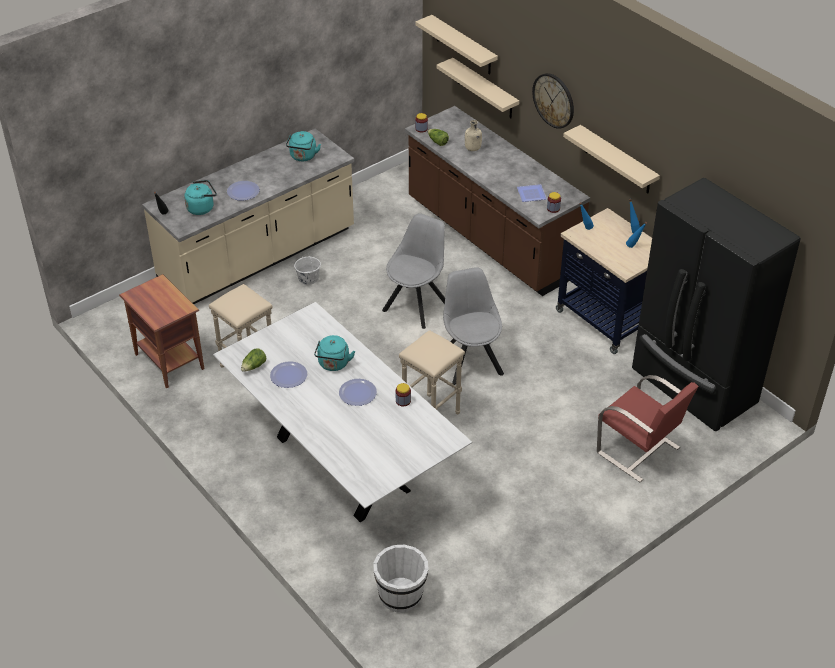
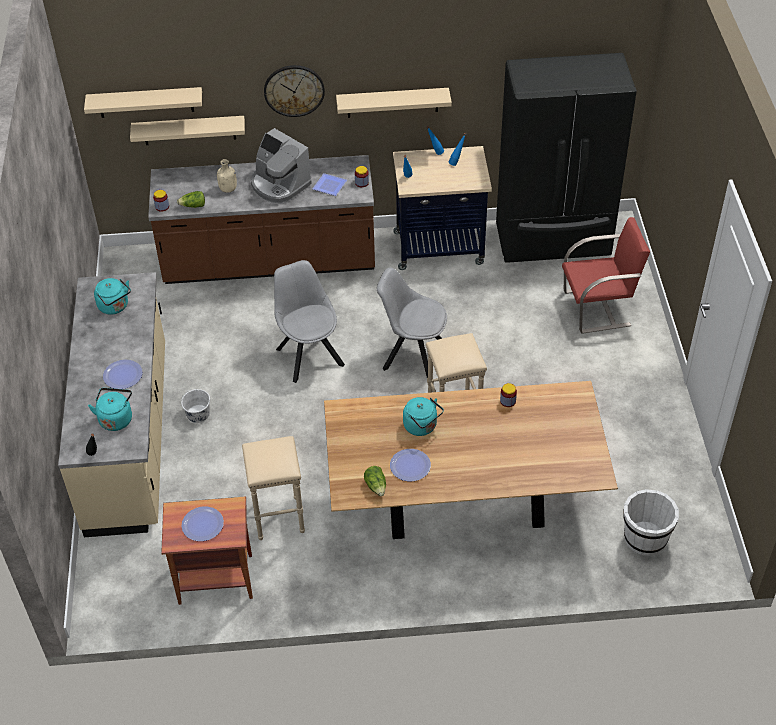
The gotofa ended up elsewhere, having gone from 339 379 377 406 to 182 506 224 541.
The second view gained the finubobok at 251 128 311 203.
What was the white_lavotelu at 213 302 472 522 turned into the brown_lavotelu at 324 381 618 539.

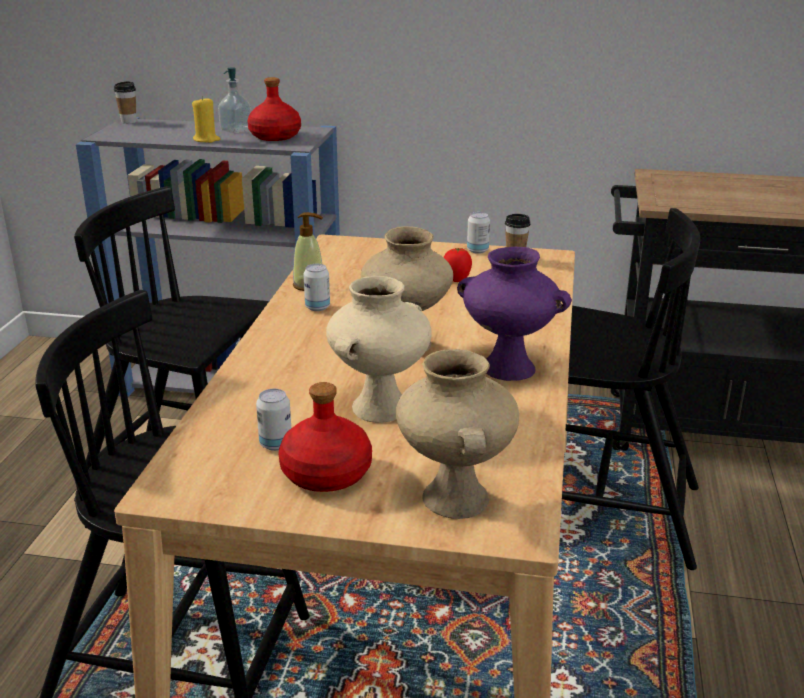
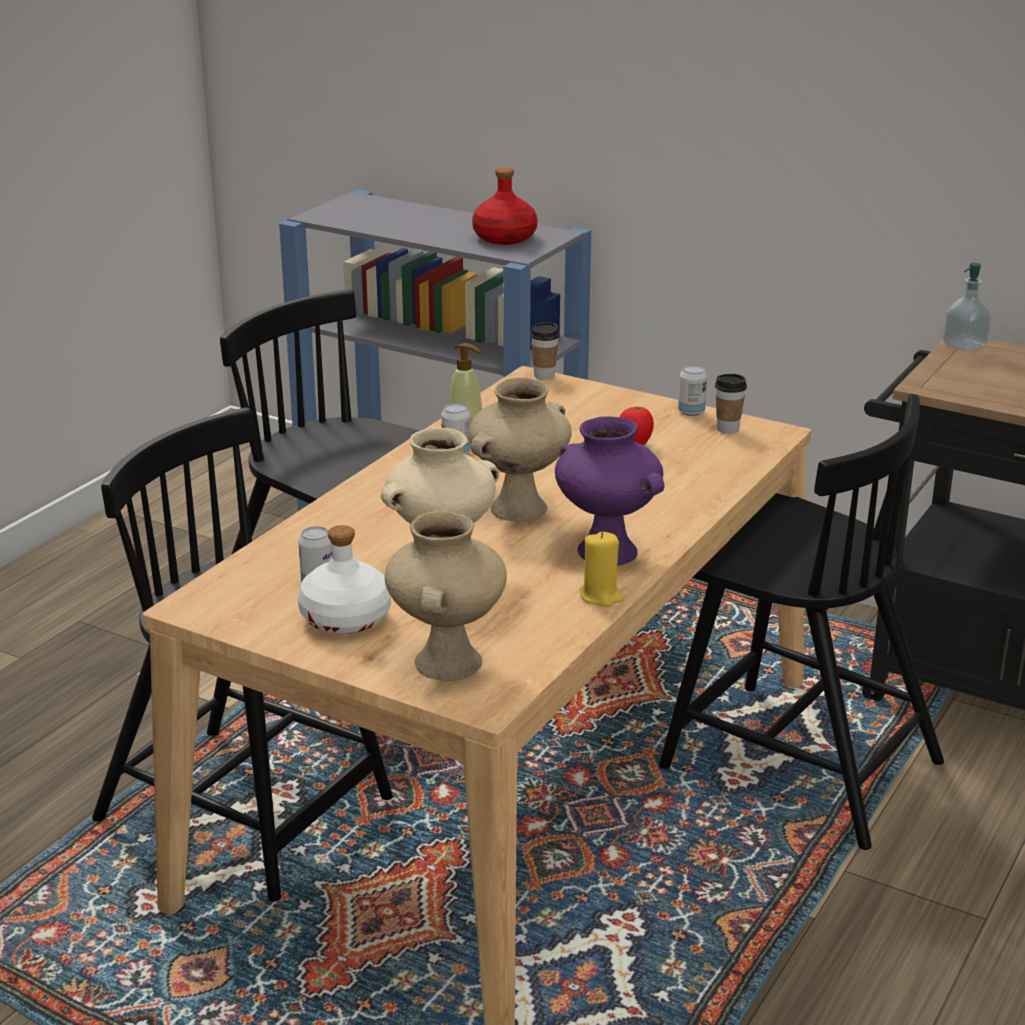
What was the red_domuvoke at 278 382 372 492 turned into the white_domuvoke at 298 525 391 634.
The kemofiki ended up elsewhere, having gone from 114 82 137 124 to 530 322 560 380.
The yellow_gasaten ended up elsewhere, having gone from 192 96 220 143 to 579 531 624 607.
The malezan ended up elsewhere, having gone from 218 67 251 133 to 943 263 992 352.

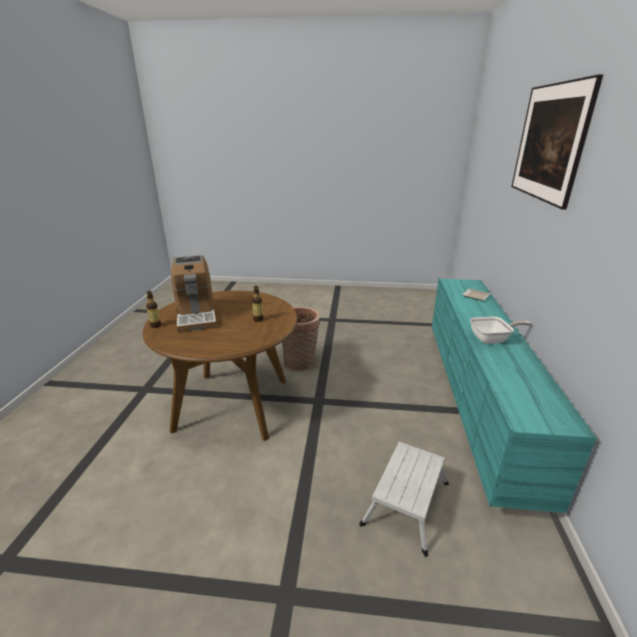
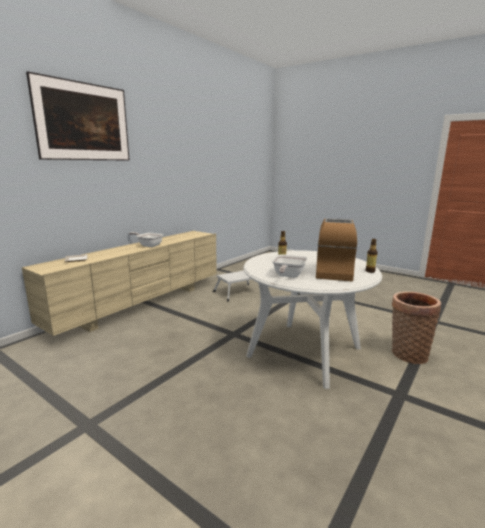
What was the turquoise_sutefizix at 432 277 597 513 turned into the beige_sutefizix at 22 231 217 336.
What was the brown_lavotelu at 143 290 298 441 turned into the white_lavotelu at 243 250 382 389.
The second view gained the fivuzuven at 272 254 308 278.
The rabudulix ended up elsewhere, having gone from 282 307 320 371 to 392 291 441 364.

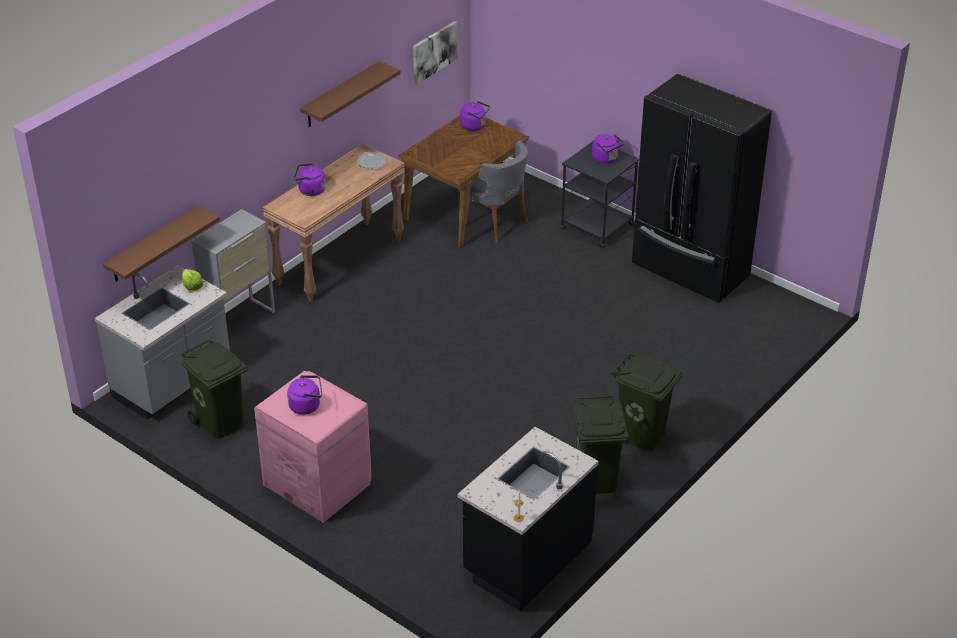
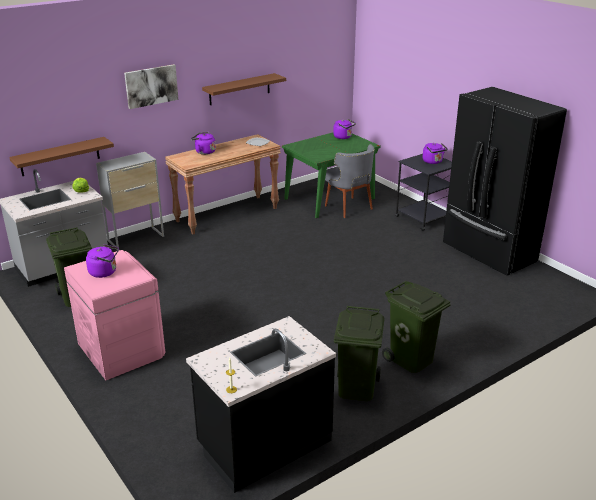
The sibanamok ended up elsewhere, having gone from 413 21 458 84 to 124 64 178 109.
What was the brown_lavotelu at 399 115 529 248 turned into the green_lavotelu at 282 132 381 218.

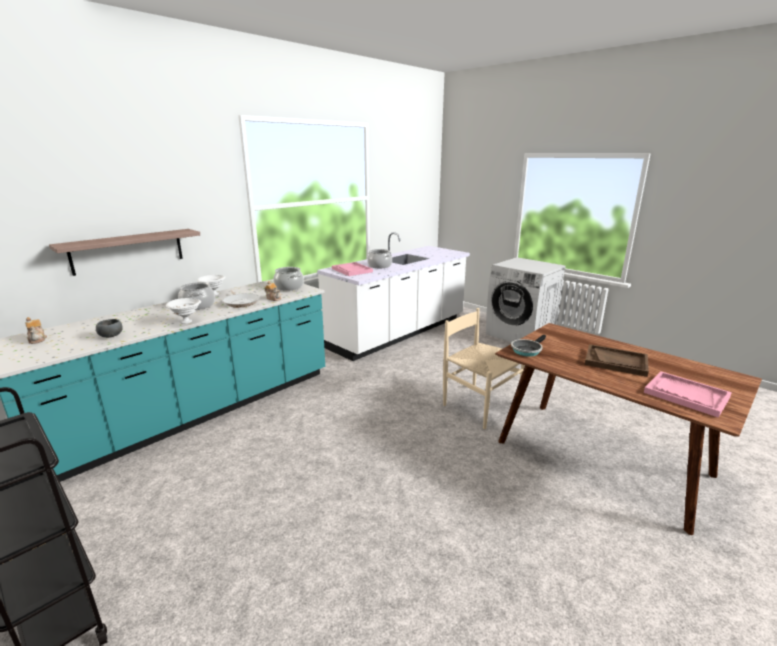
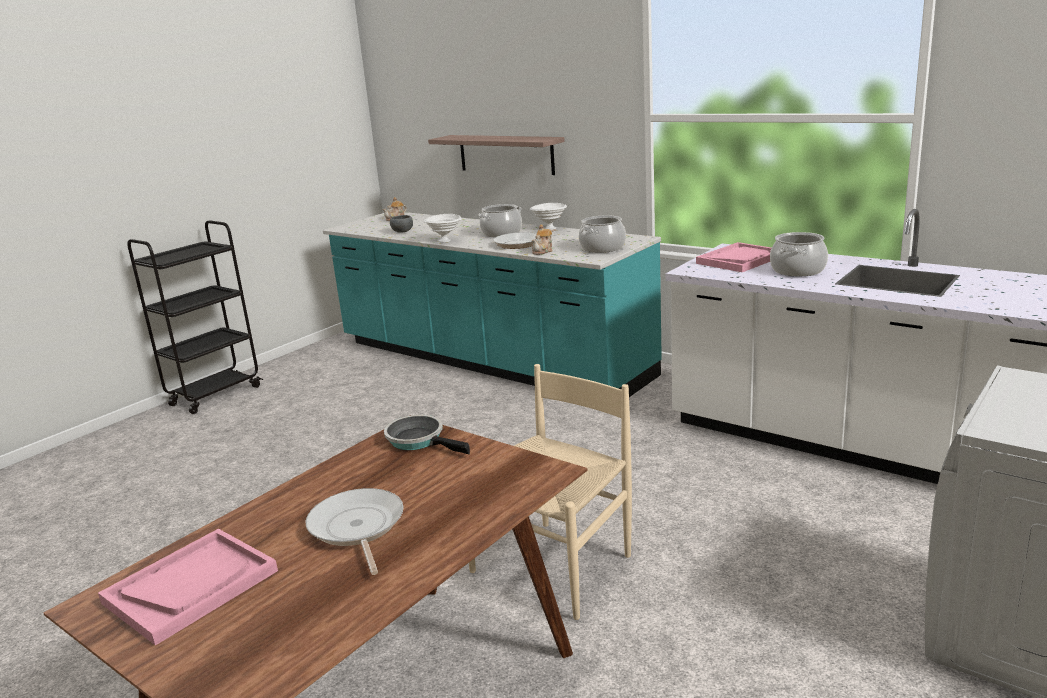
Where the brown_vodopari stood at 585 344 649 377, the fivuzuven came to stand at 306 488 404 575.

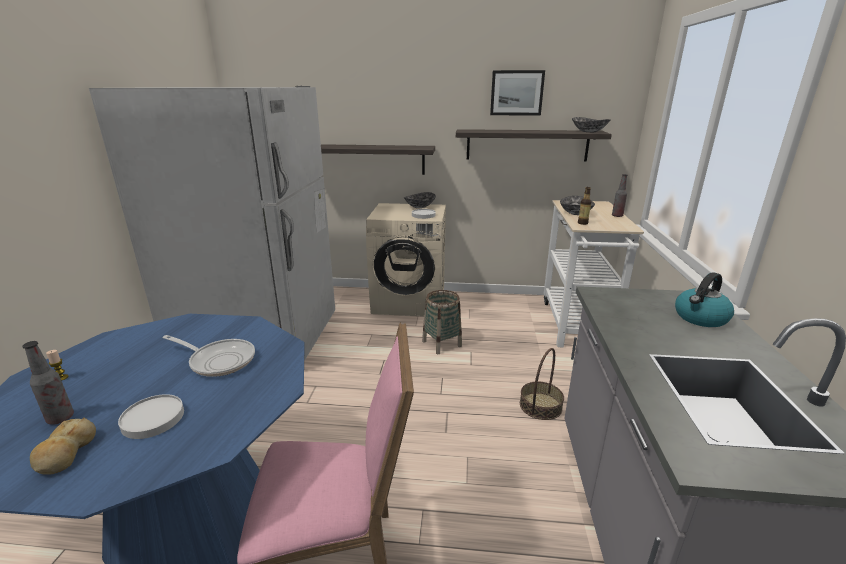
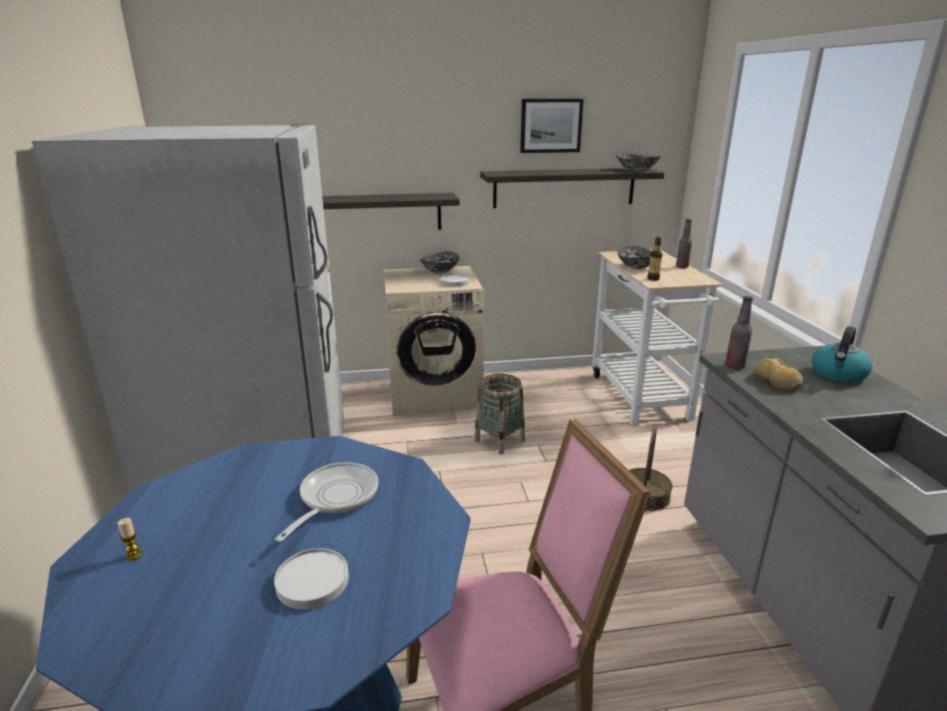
The fivuzuven at 163 335 255 377 ended up facing another way, 75 degrees counterclockwise from before.
The domuvoke ended up elsewhere, having gone from 22 341 74 425 to 725 296 753 369.
The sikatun ended up elsewhere, having gone from 30 417 96 475 to 754 357 803 391.

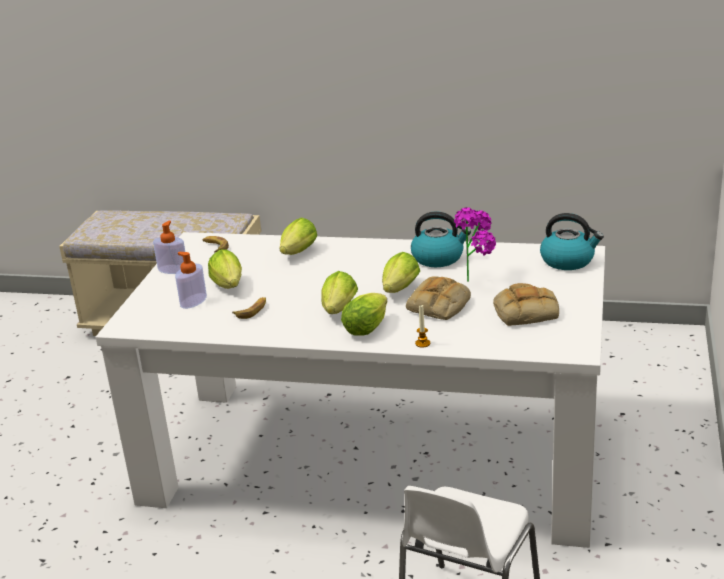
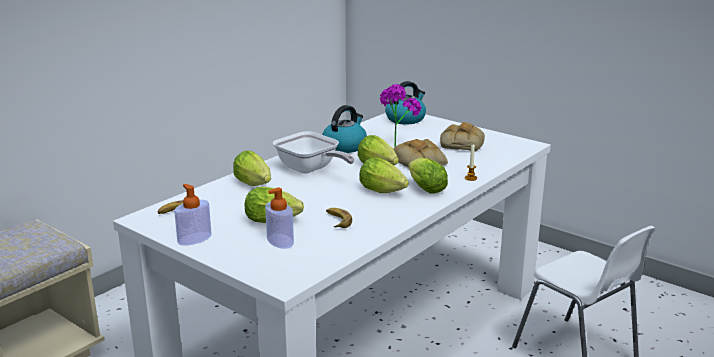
The second view gained the fivuzuven at 273 131 354 174.

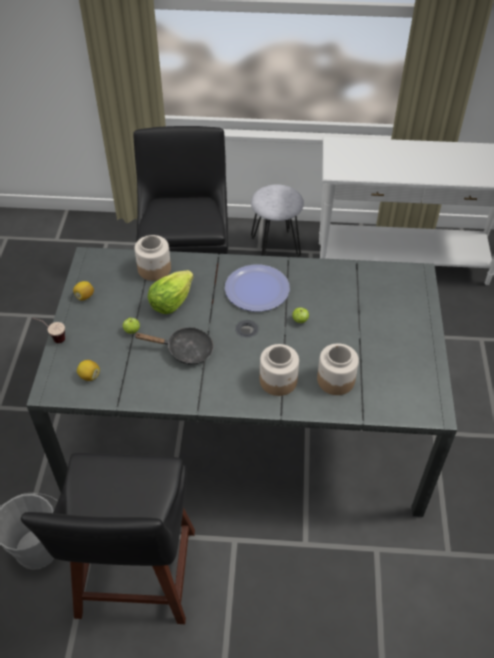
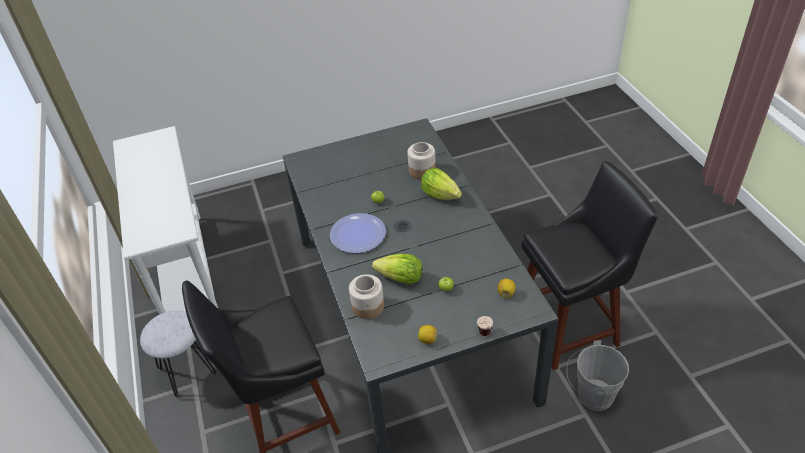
Where the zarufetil stood at 260 344 299 396, the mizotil came to stand at 421 168 462 200.
The second view lost the black_fivuzuven at 135 327 213 365.

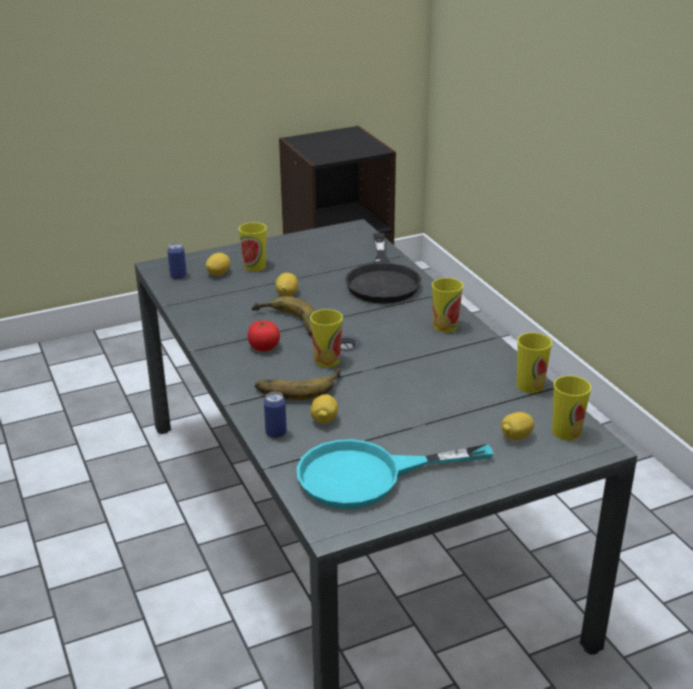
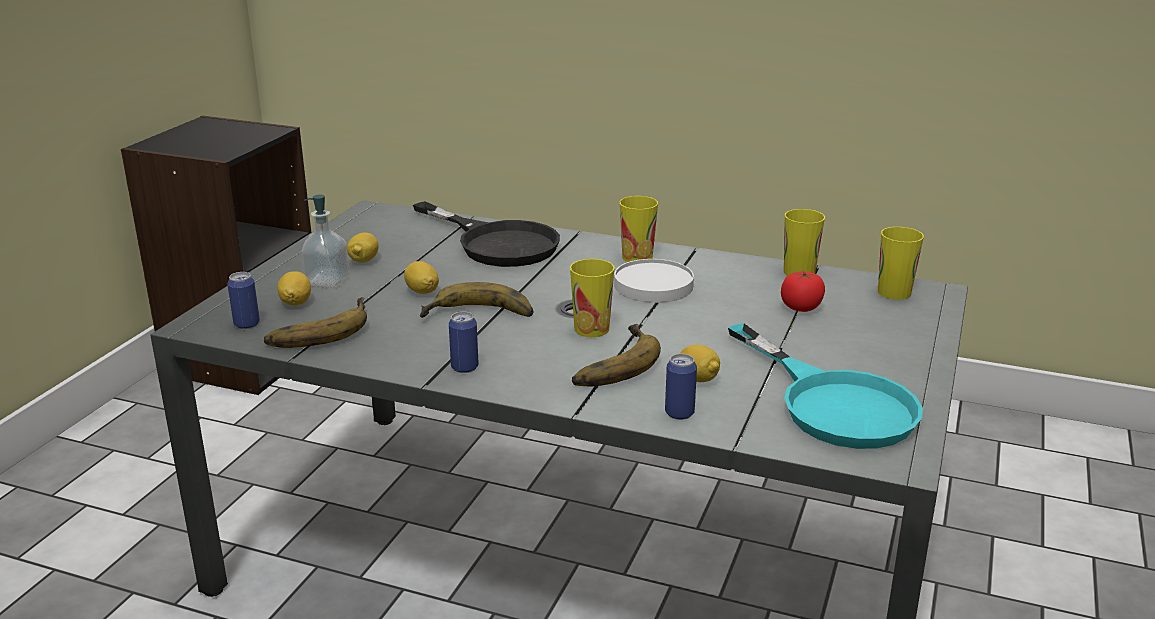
The second view gained the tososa at 264 297 367 348.
Where the kemofiki stood at 239 222 267 272, the malezan came to stand at 301 195 349 287.
The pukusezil ended up elsewhere, having gone from 501 412 534 440 to 347 233 378 263.
The second view gained the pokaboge at 449 311 479 373.
The second view gained the white_gotofa at 614 259 694 303.
The turquoise_fivuzuven at 297 439 493 509 ended up facing another way, 60 degrees counterclockwise from before.
The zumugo ended up elsewhere, having gone from 247 320 280 351 to 781 271 825 312.

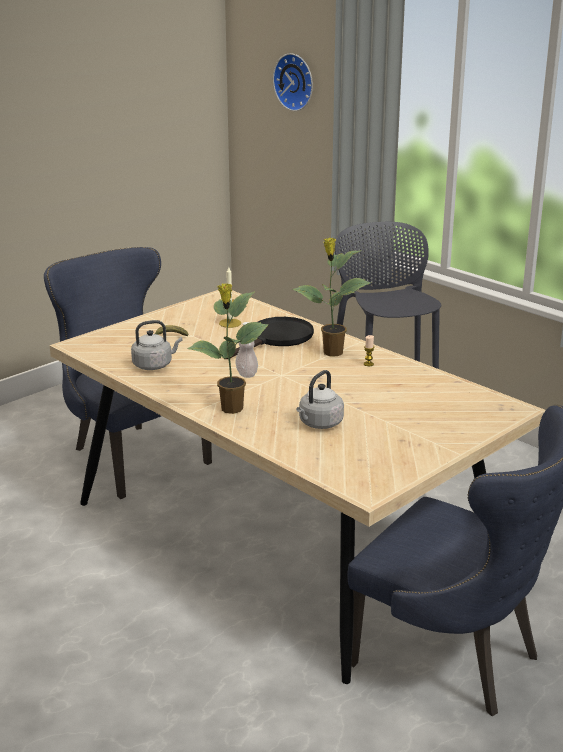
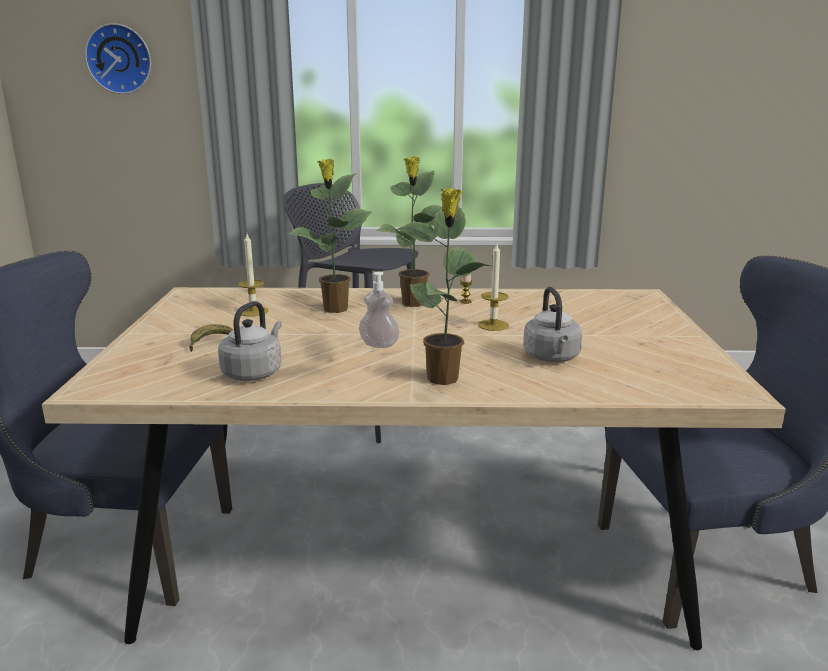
Where the black_fivuzuven stood at 226 317 314 359, the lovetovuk came to stand at 288 159 372 313.
The second view gained the gasaten at 478 244 509 331.

